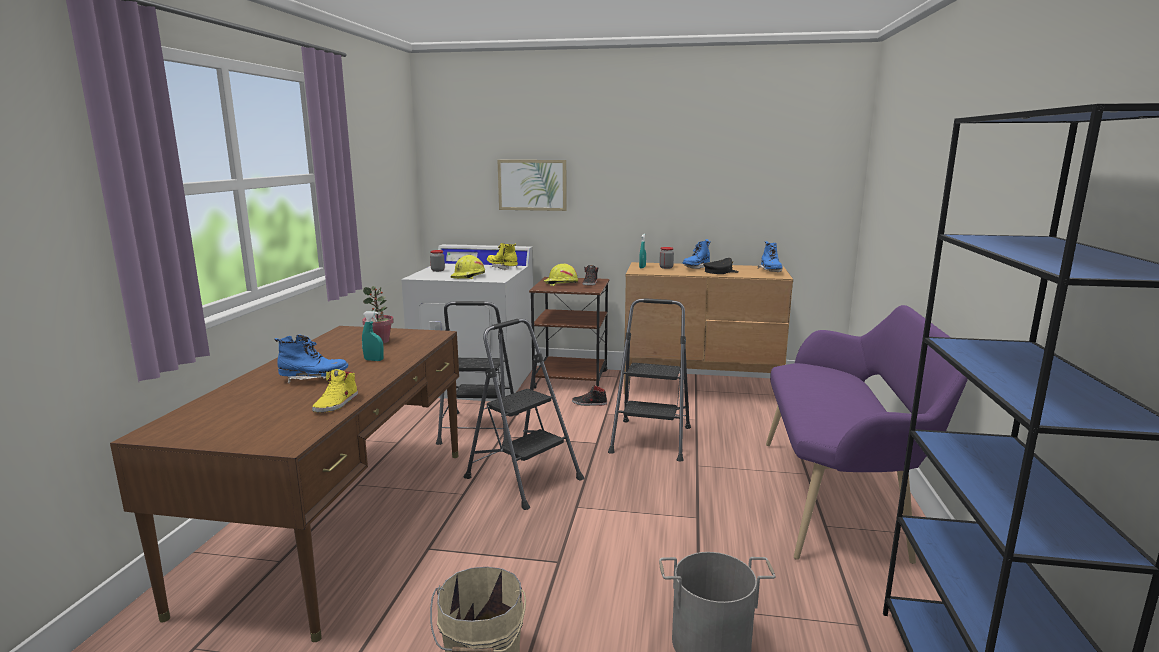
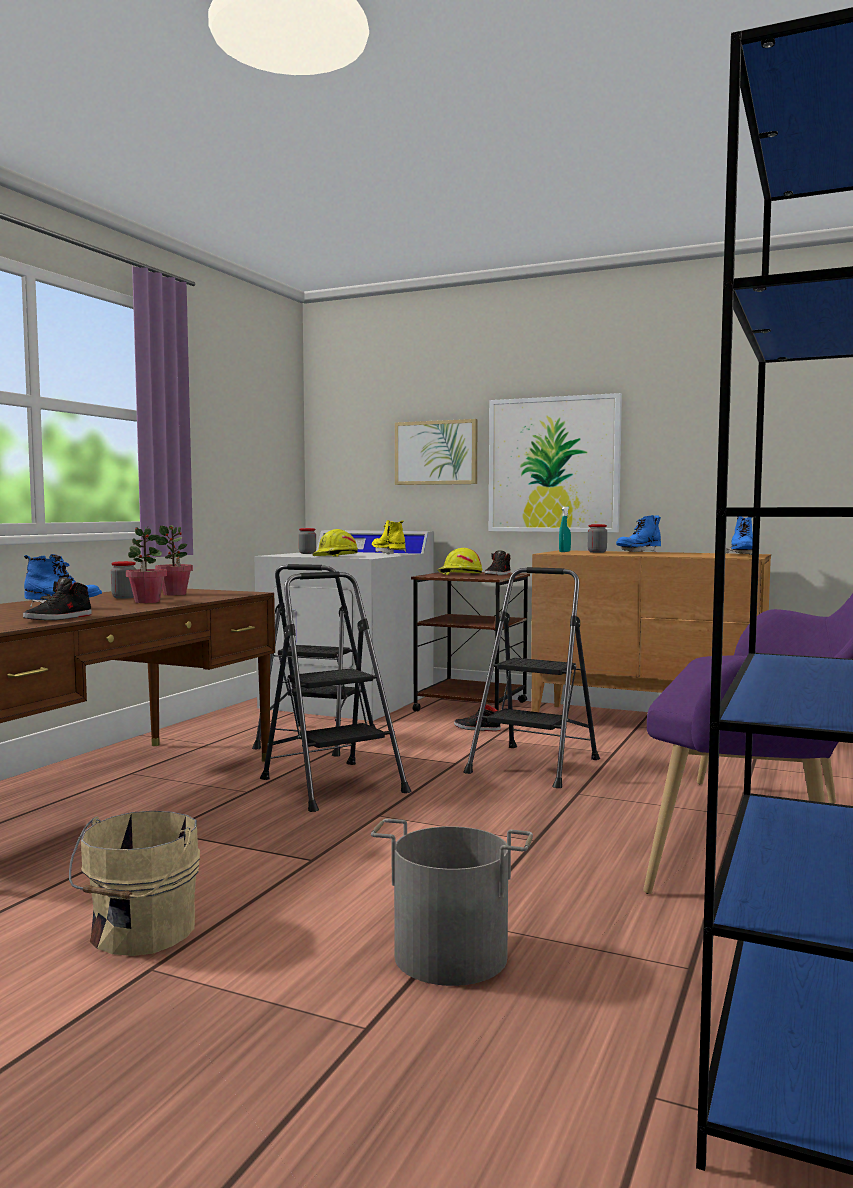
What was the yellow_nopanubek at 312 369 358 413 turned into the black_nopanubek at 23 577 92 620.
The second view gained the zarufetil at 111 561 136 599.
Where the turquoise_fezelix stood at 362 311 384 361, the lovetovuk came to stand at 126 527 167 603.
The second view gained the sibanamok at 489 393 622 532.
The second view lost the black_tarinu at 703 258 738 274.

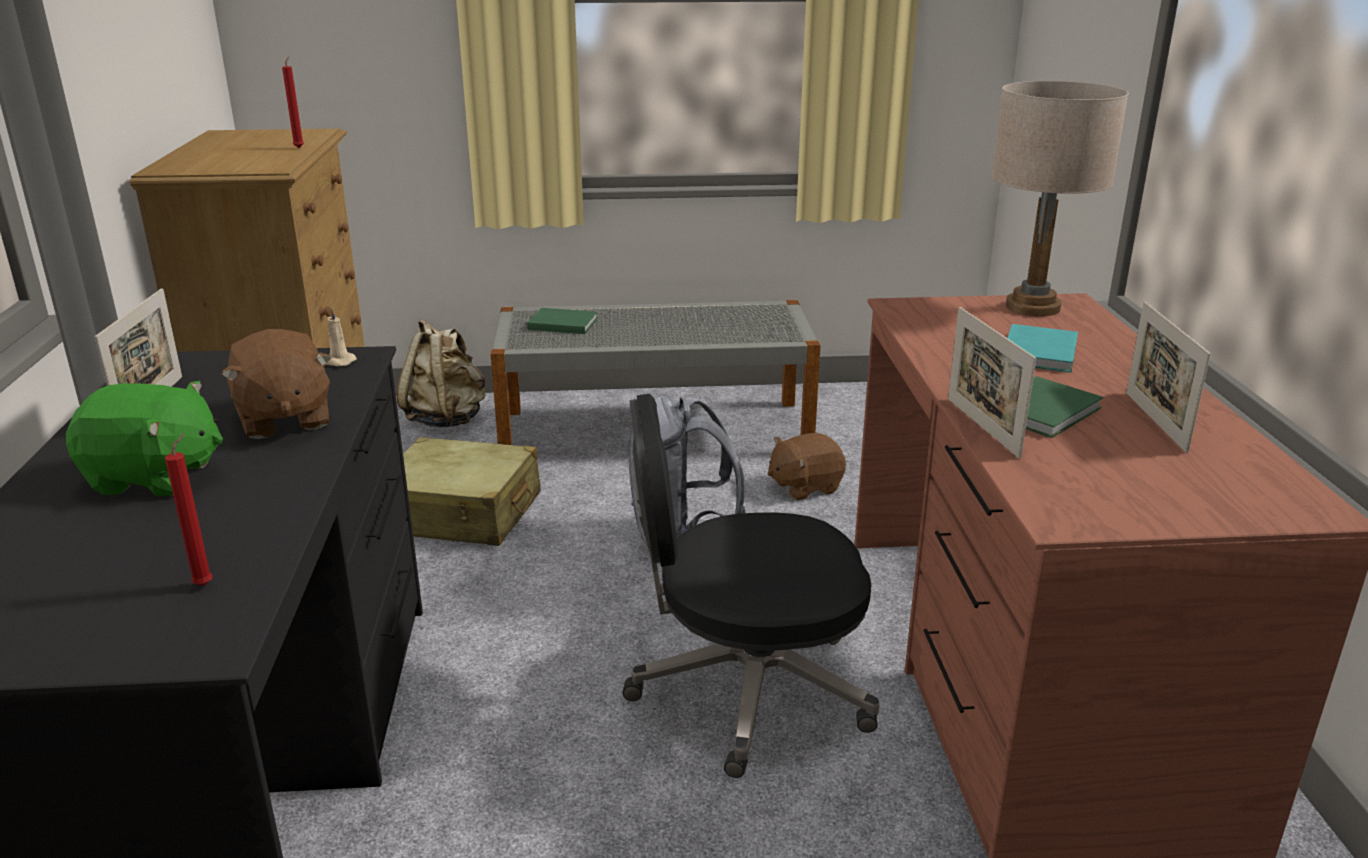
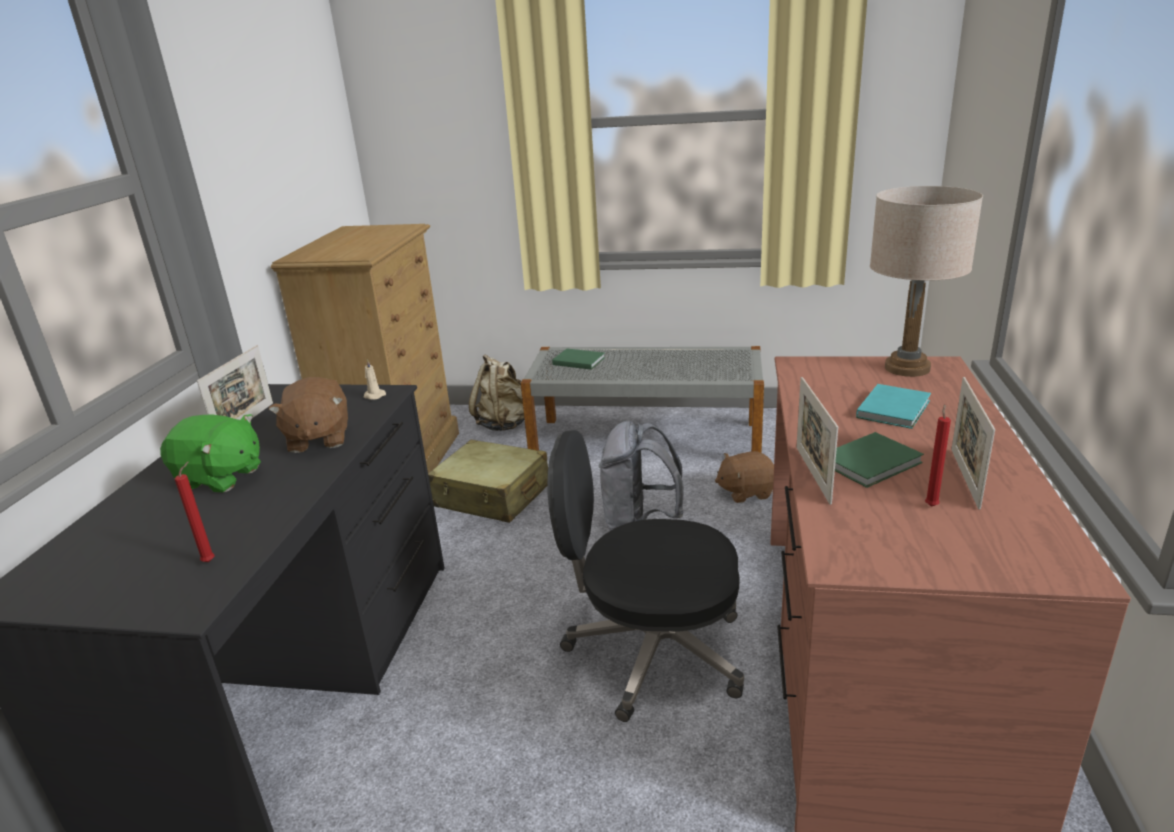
The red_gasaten ended up elsewhere, having gone from 282 56 304 148 to 925 404 951 507.

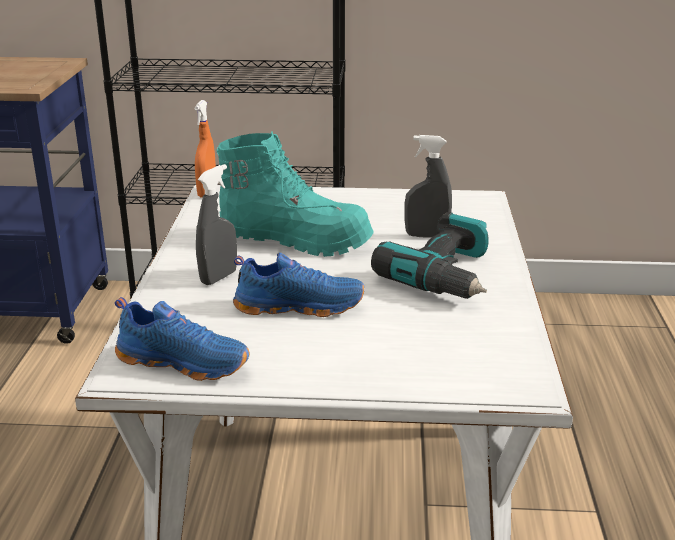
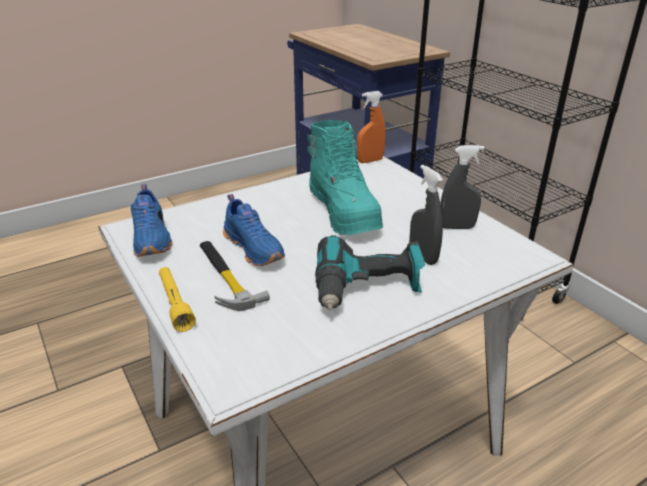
The second view gained the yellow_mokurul at 159 267 196 332.
The second view gained the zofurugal at 200 241 270 311.
The grey_fezelix ended up elsewhere, having gone from 196 164 237 285 to 440 145 485 229.

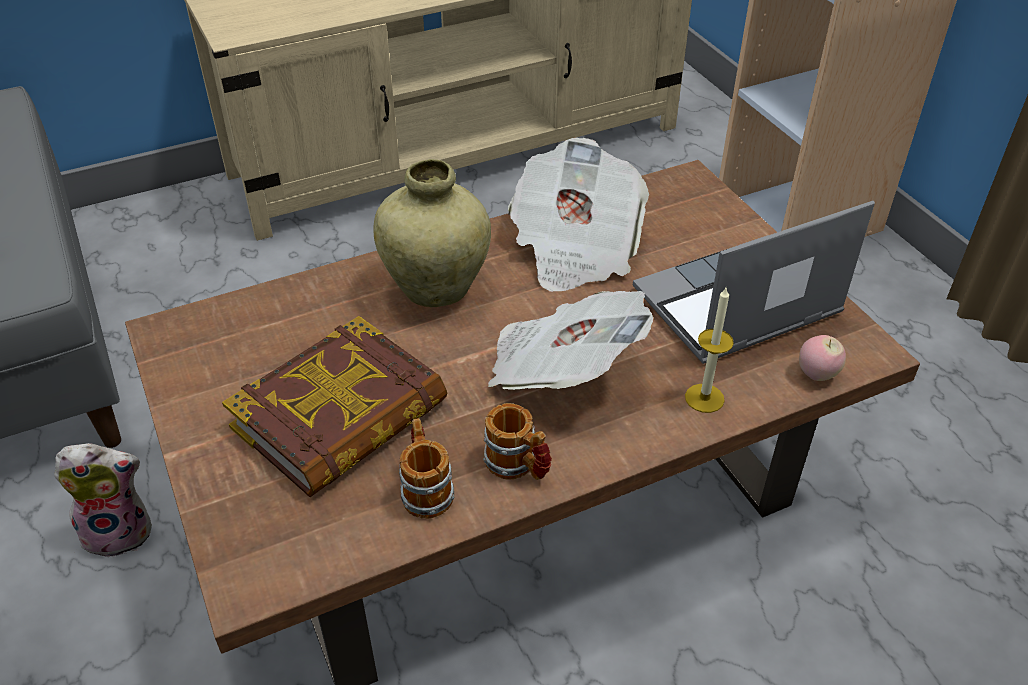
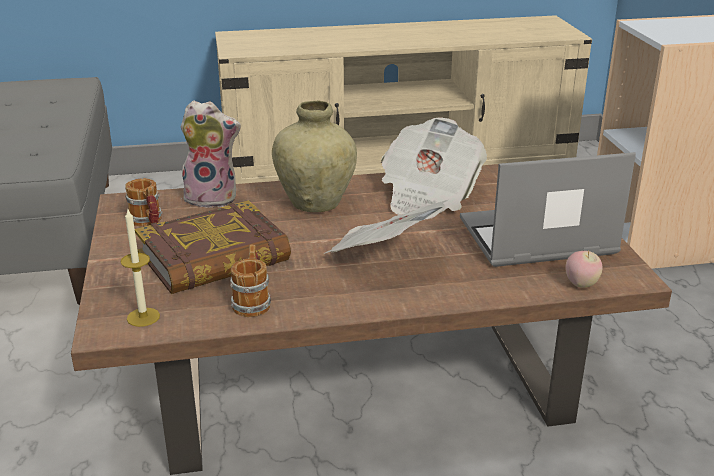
The gasaten ended up elsewhere, having gone from 685 286 734 413 to 120 210 160 327.
The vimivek ended up elsewhere, having gone from 483 403 552 480 to 125 178 163 227.
The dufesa ended up elsewhere, having gone from 54 443 152 558 to 181 100 241 208.

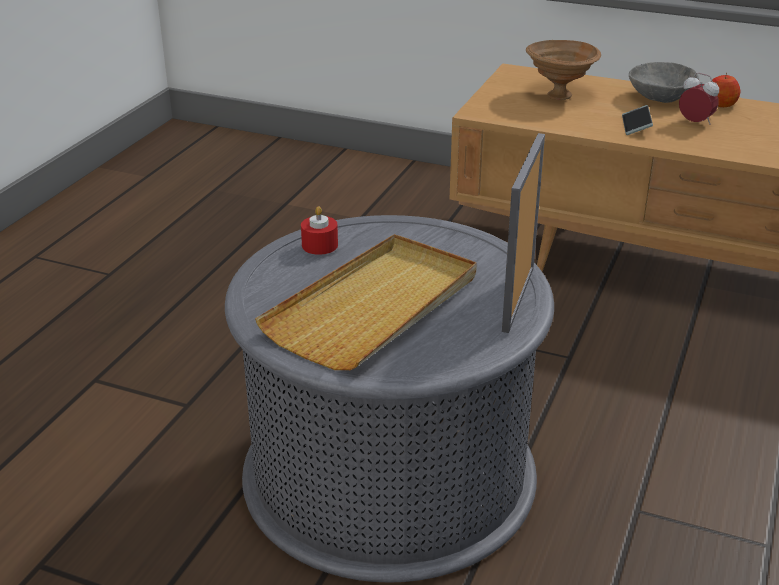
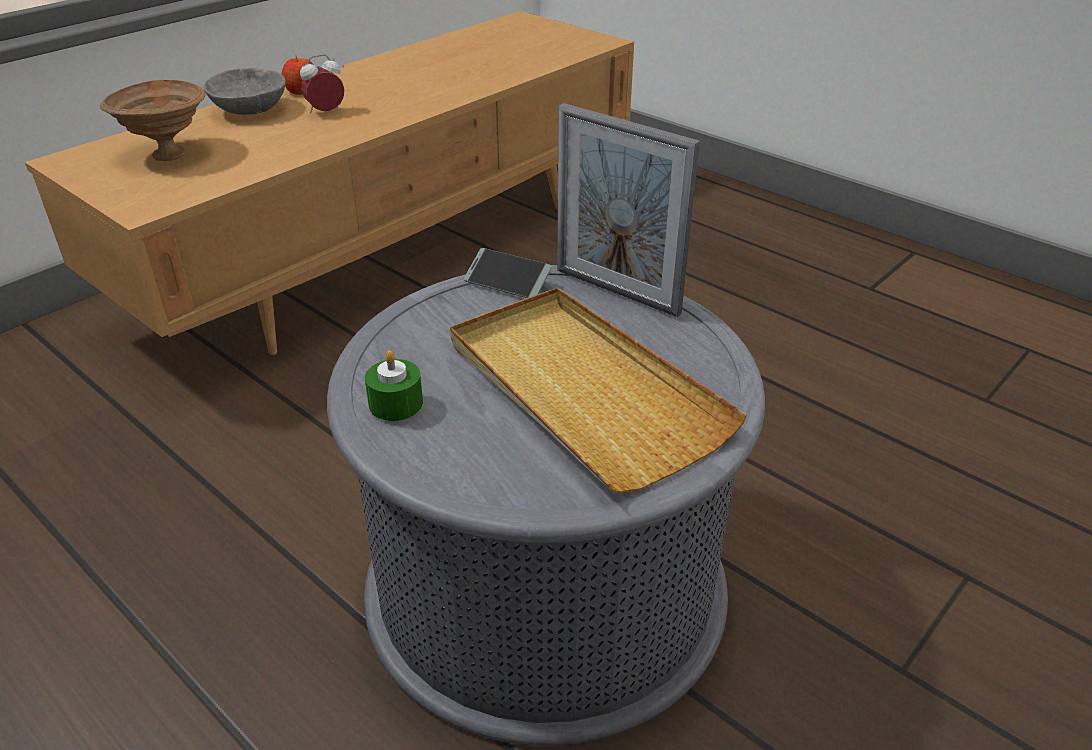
What was the red_gasaten at 301 206 338 255 turned into the green_gasaten at 365 350 423 421.
The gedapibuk ended up elsewhere, having gone from 622 105 653 135 to 464 248 552 298.

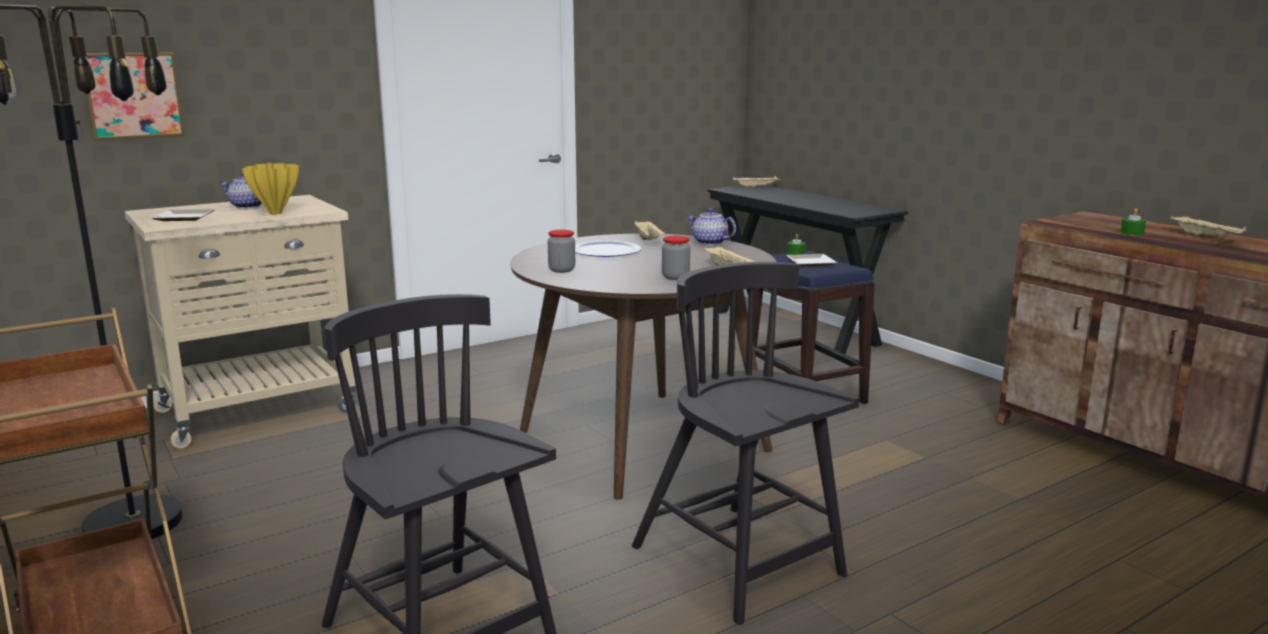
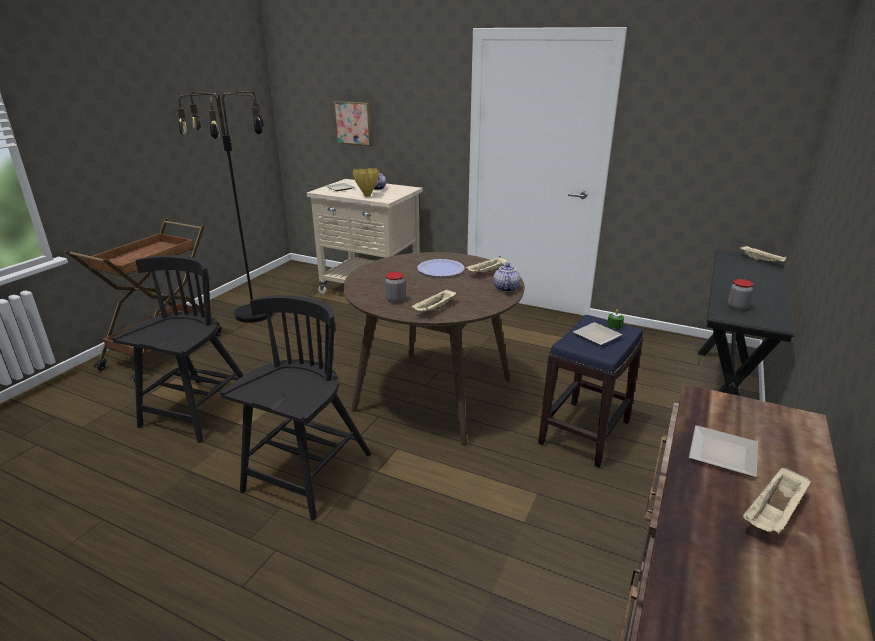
Where the green_gasaten stood at 1120 208 1146 236, the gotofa came to stand at 689 425 758 477.
The zarufetil ended up elsewhere, having gone from 548 230 575 273 to 728 279 753 311.

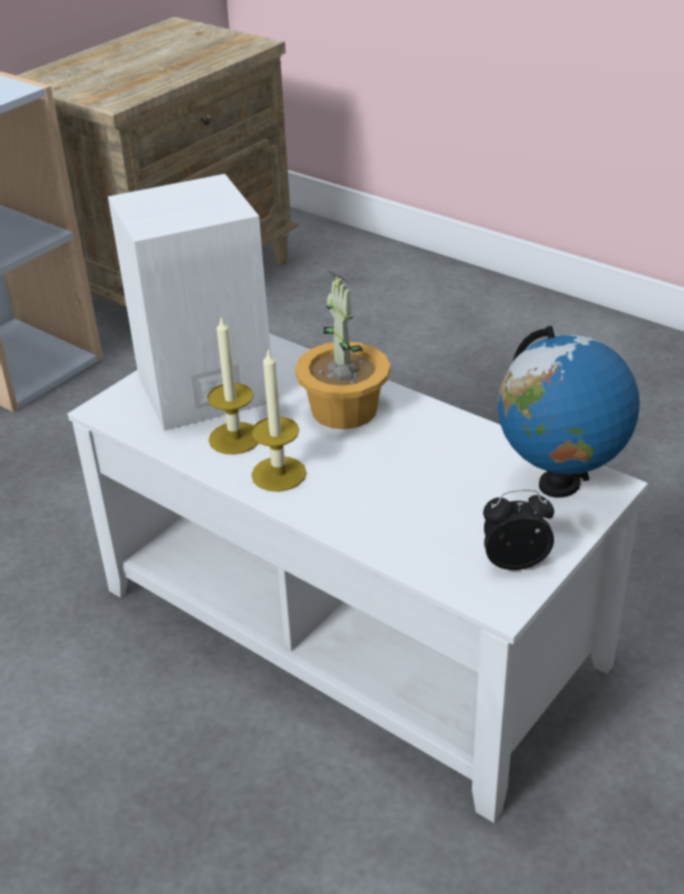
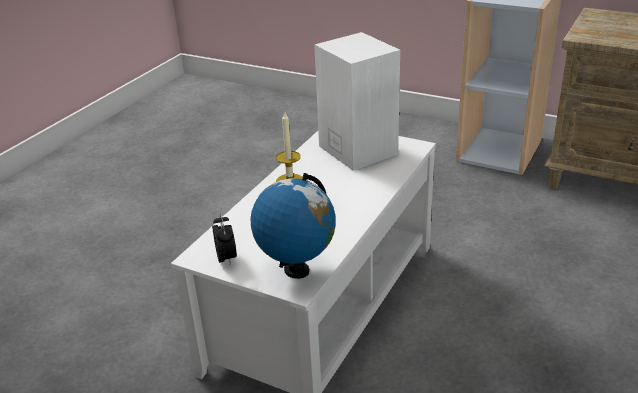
The second view lost the gasaten at 207 316 259 455.
The second view lost the lovetovuk at 295 270 390 429.

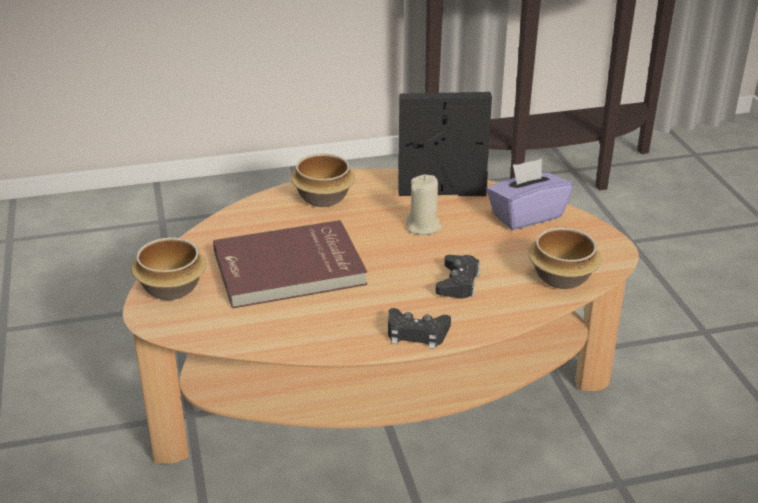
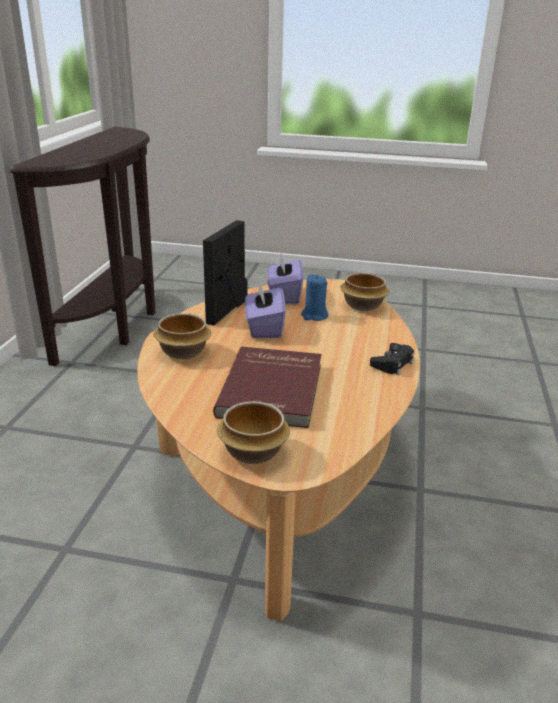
Where the beige_gasaten stood at 406 175 442 235, the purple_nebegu came to stand at 245 280 286 338.
The second view gained the blue_gasaten at 301 275 328 321.
The second view lost the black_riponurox at 436 255 480 299.

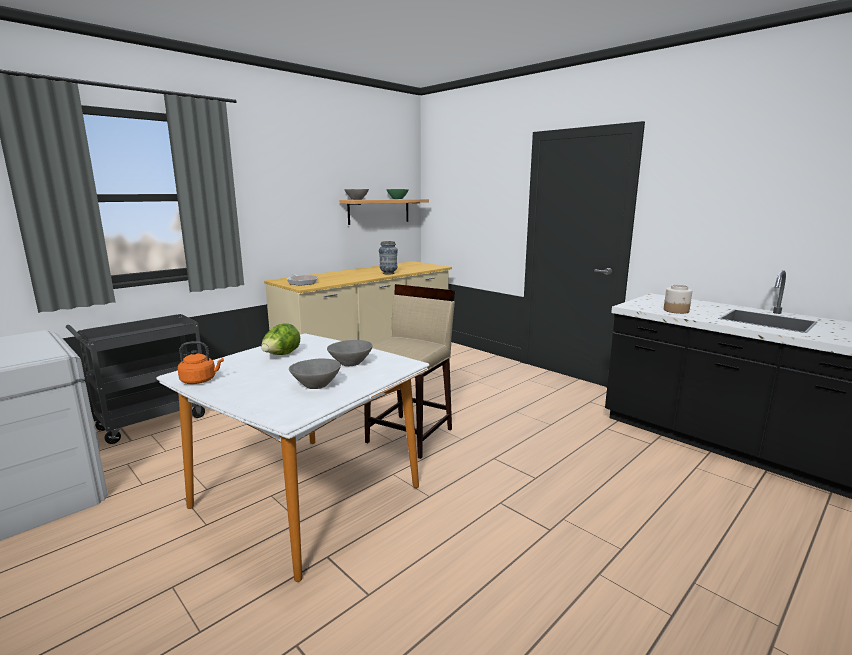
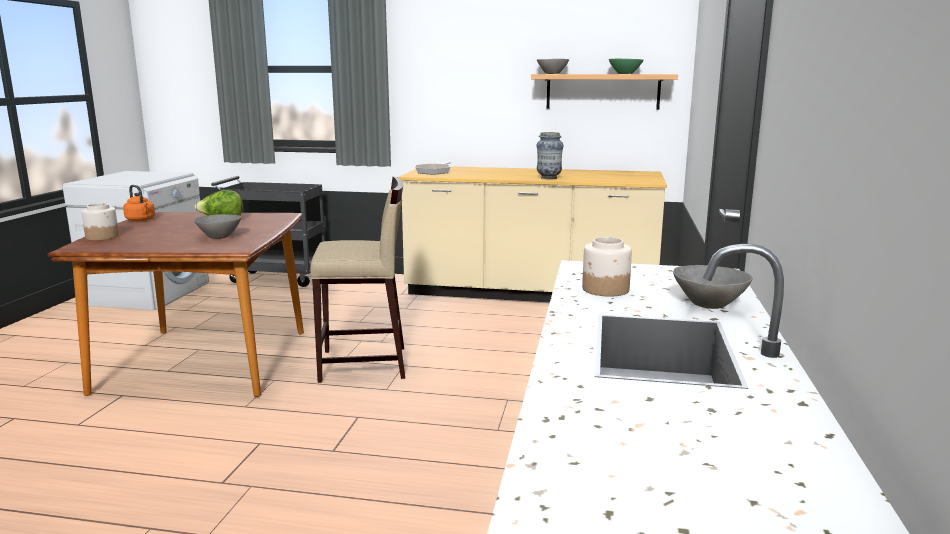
What was the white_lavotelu at 156 333 429 582 turned into the brown_lavotelu at 48 213 304 397.
The second view gained the zarufetil at 81 203 119 241.
The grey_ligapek ended up elsewhere, having gone from 289 358 341 389 to 673 265 752 309.

